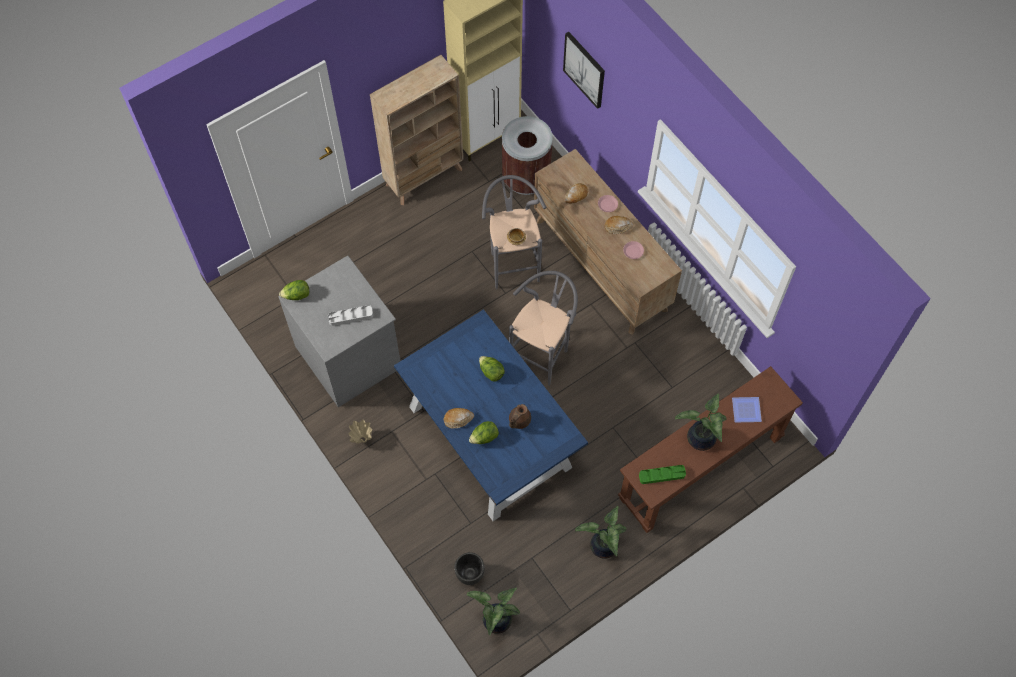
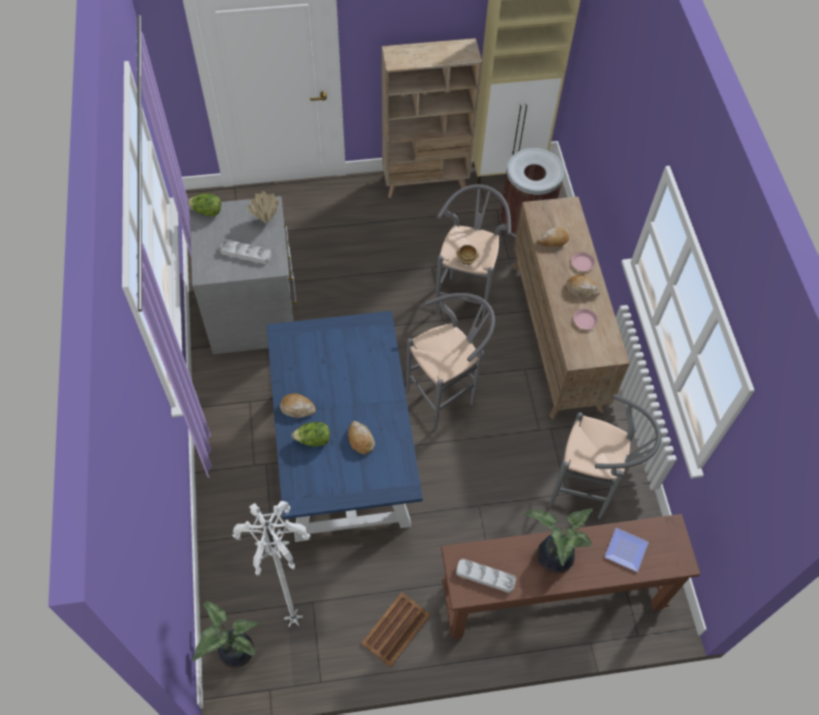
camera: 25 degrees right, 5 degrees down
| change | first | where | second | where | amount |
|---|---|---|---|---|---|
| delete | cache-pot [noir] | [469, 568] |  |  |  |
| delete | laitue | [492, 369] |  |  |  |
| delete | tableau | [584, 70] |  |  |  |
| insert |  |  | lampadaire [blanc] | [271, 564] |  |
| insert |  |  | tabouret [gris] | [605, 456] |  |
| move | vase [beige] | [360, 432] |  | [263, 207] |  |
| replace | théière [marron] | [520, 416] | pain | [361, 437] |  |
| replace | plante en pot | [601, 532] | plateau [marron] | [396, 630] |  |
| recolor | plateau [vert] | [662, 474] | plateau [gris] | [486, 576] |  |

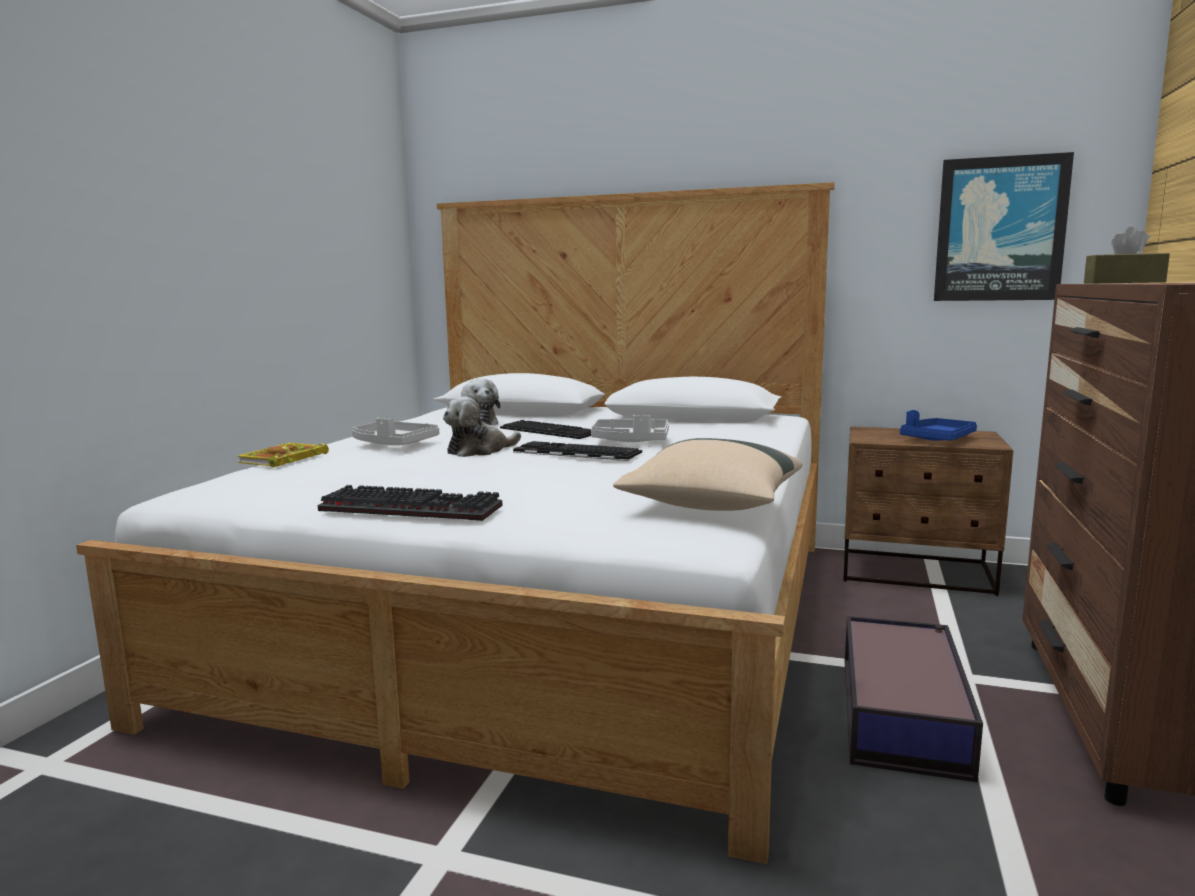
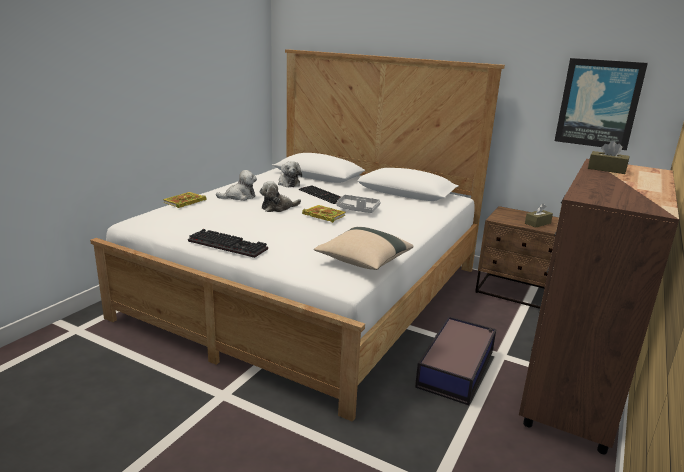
camera: 10 degrees right, 10 degrees up
| change | first | where | second | where | amount |
|---|---|---|---|---|---|
| replace | plateau [gris] | [395, 431] | peluche | [236, 185] |  |
| replace | clavier | [577, 451] | livre | [324, 214] |  |
| replace | plateau [bleu] | [938, 425] | boîte à mouchoirs [marron] | [539, 216] |  |

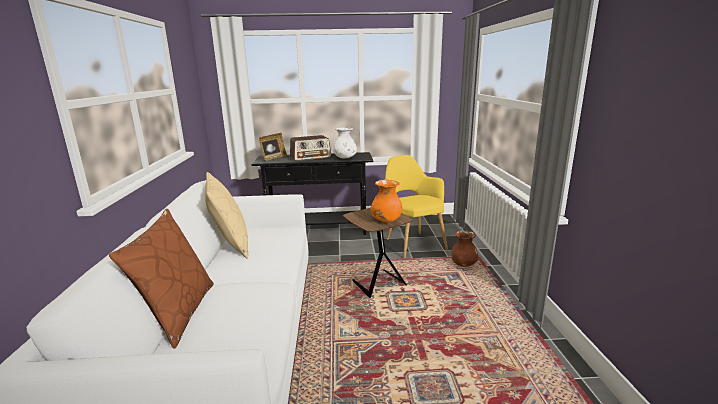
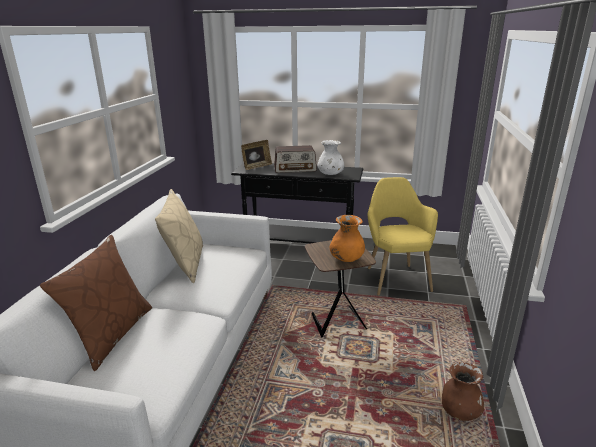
camera: 15 degrees right, 5 degrees up
| change | first | where | second | where | amount |
|---|---|---|---|---|---|
| move | vase [marron] | [465, 249] |  | [463, 391] |  |

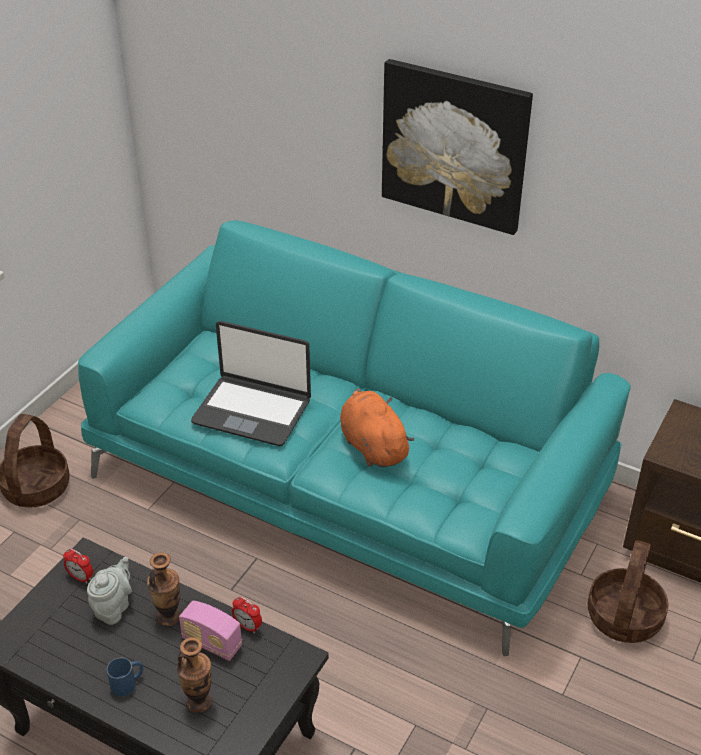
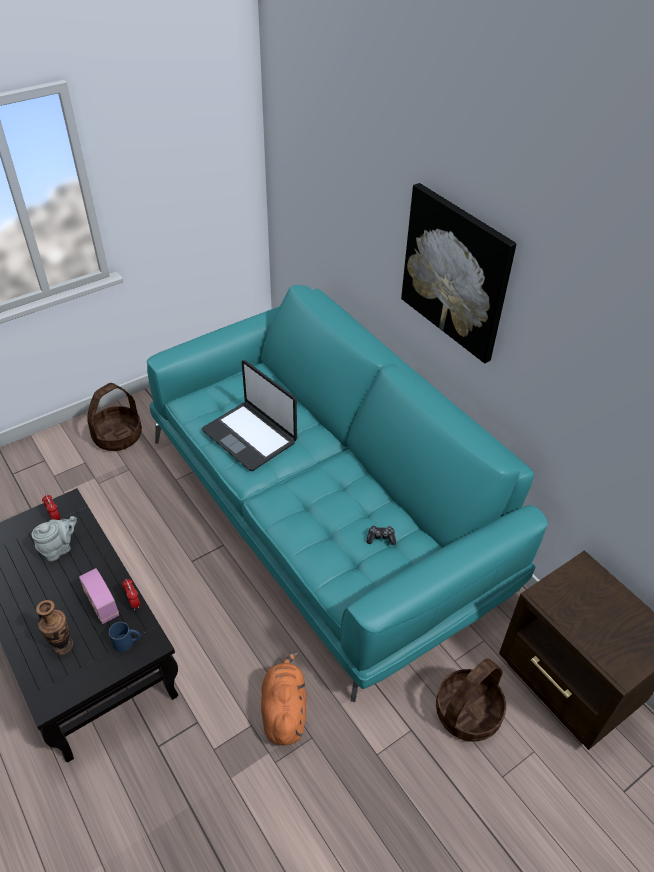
camera: 25 degrees right, 5 degrees up
| change | first | where | second | where | amount |
|---|---|---|---|---|---|
| delete | vase | [164, 589] |  |  |  |
| insert |  |  | manette | [381, 535] |  |
| move | mug [bleu] | [124, 677] |  | [124, 637] |  |
| move | peluche [orange] | [377, 428] |  | [283, 698] |  |

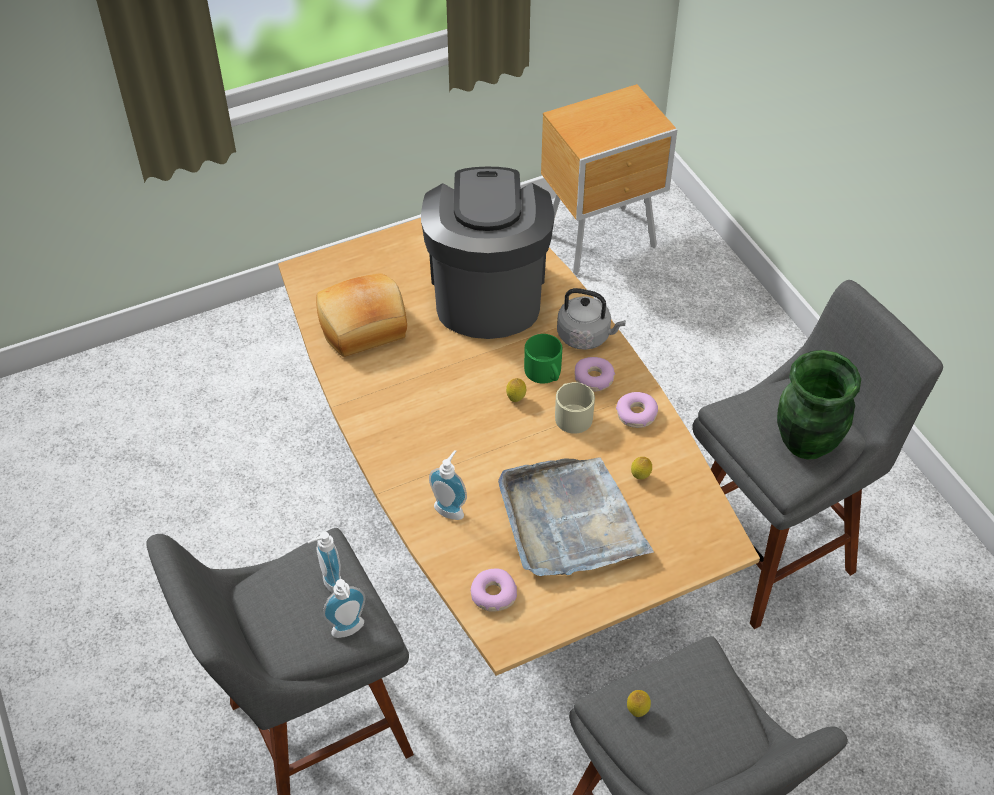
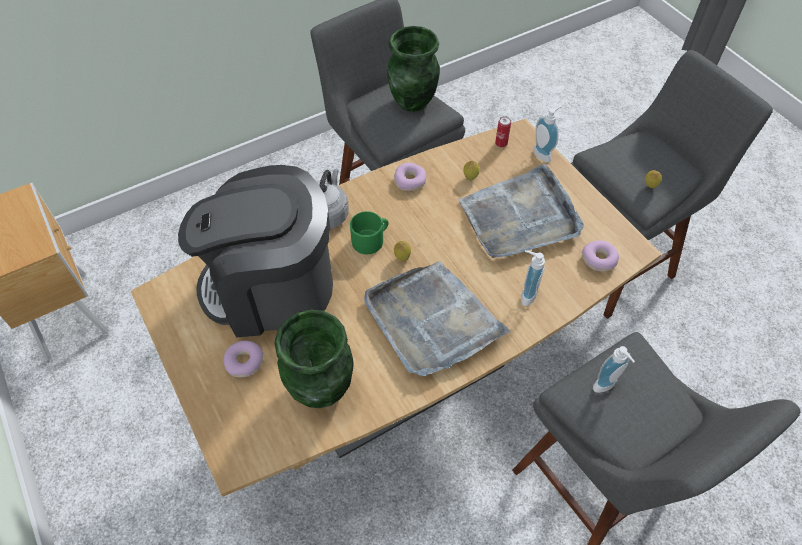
camera: 95 degrees left, 5 degrees up
| change | first | where | second | where | amount |
|---|---|---|---|---|---|
| delete | mug [beige] | [575, 408] |  |  |  |
| insert |  |  | plateau [gris] | [437, 318] |  |
| insert |  |  | boîte métallique | [503, 131] |  |
| move | distributeur de savon | [344, 608] |  | [547, 134] |  |
| move | beignet | [594, 374] |  | [243, 359] |  |
| replace | pain | [361, 315] | vase [vert] | [314, 358] |  |

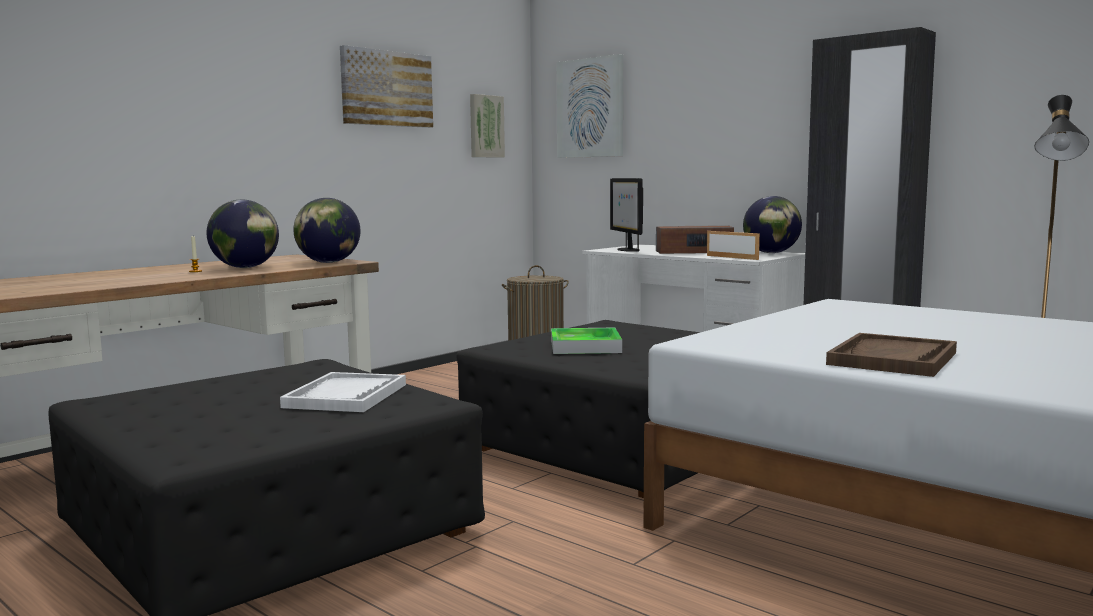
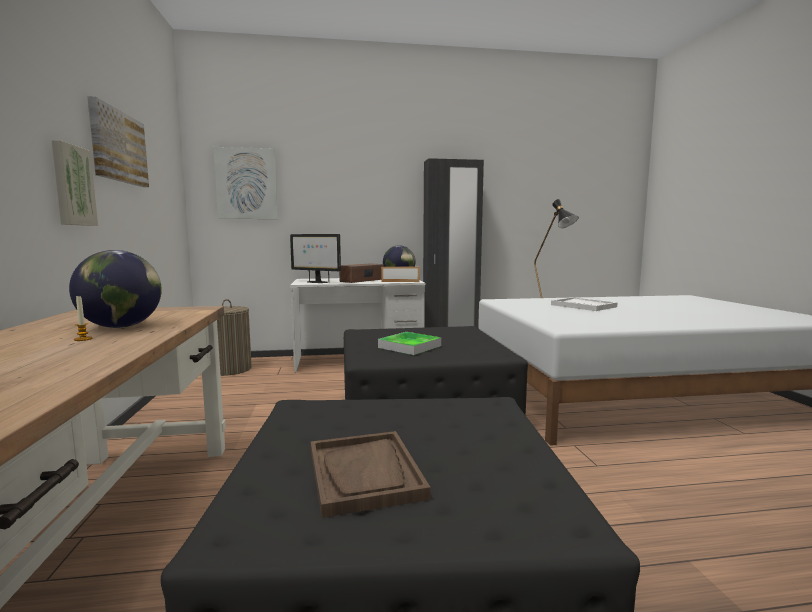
camera: 50 degrees left, 0 degrees up
| change | first | where | second | where | amount |
|---|---|---|---|---|---|
| delete | globe | [326, 230] |  |  |  |
| move | plateau [blanc] | [343, 392] |  | [584, 304] |  |
| move | tableau | [487, 126] |  | [74, 183] |  |
| move | plateau [marron] | [891, 355] |  | [370, 474] |  |

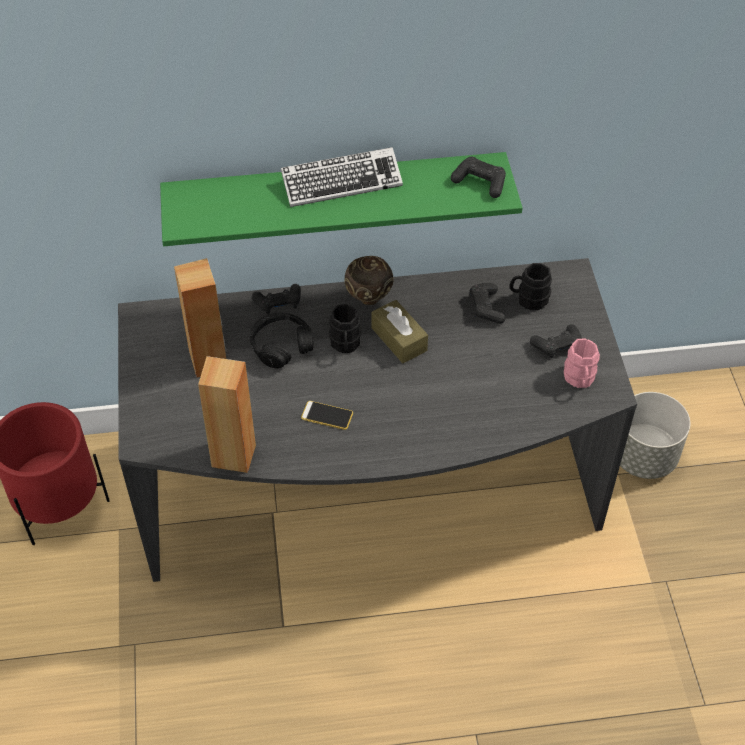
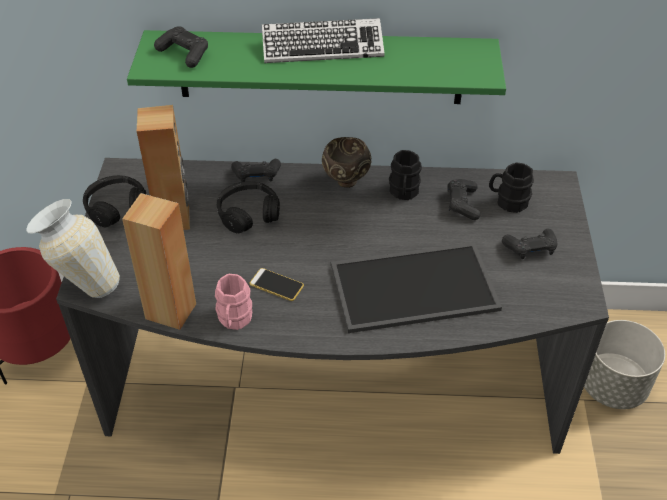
camera: 10 degrees right, 5 degrees down
| change | first | where | second | where | amount |
|---|---|---|---|---|---|
| delete | boîte à mouchoirs [marron] | [399, 331] |  |  |  |
| insert |  |  | vase | [73, 248] |  |
| insert |  |  | casque audio [noir] | [115, 201] |  |
| insert |  |  | plateau | [416, 287] |  |
| move | mug [noir] | [345, 328] |  | [405, 175] |  |
| move | manette [noir] | [478, 177] |  | [181, 47] |  |
| move | mug [rose] | [582, 363] |  | [233, 302] |  |

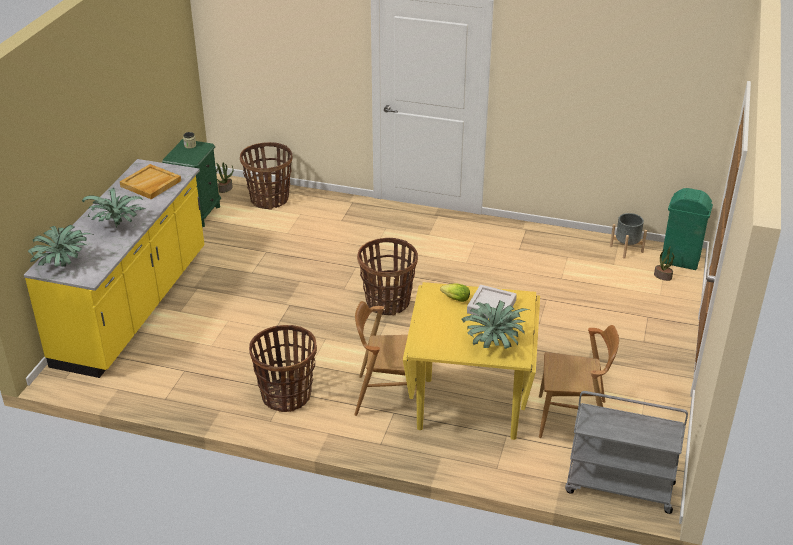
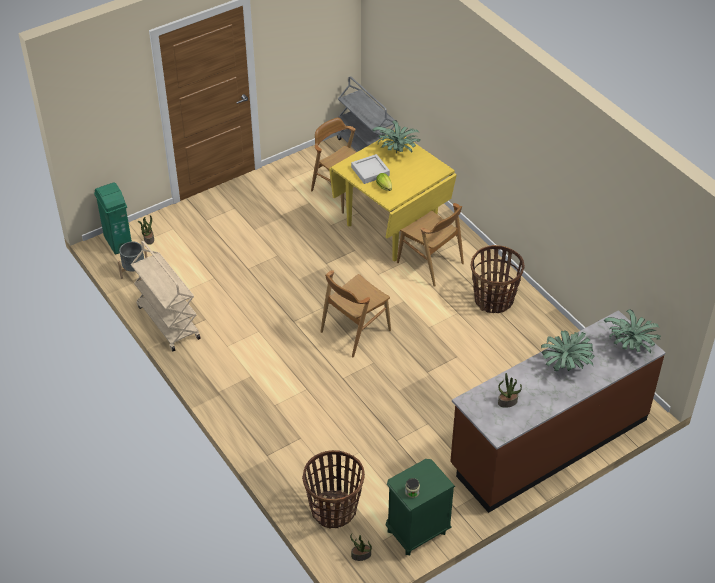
camera: 140 degrees left, 10 degrees up
| change | first | where | second | where | amount |
|---|---|---|---|---|---|
| insert |  |  | chariot [beige] | [166, 296] |  |
| replace | plateau [beige] | [150, 181] | plante en pot | [510, 390] |  |
| replace | panier | [387, 277] | chaise [marron] | [356, 313] |  |
| recolor | comptoir de cuisine [jaune] | [114, 268] | comptoir de cuisine [marron] | [558, 411] |  |

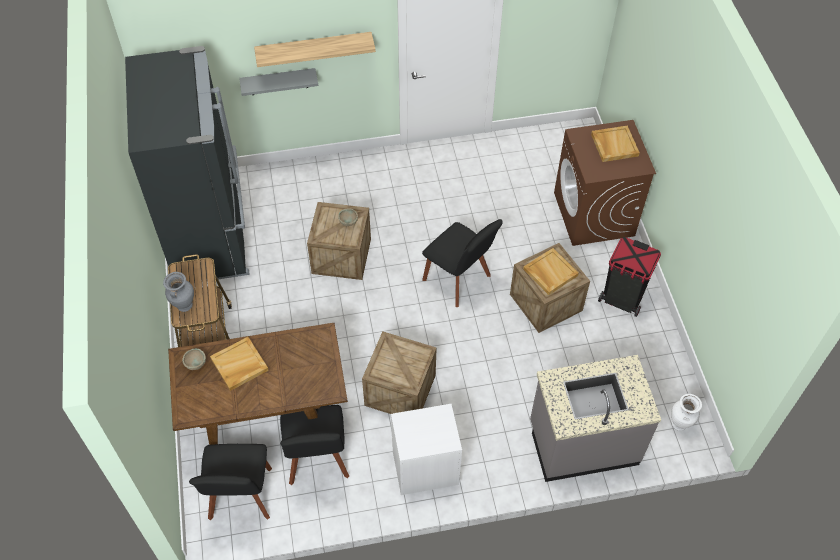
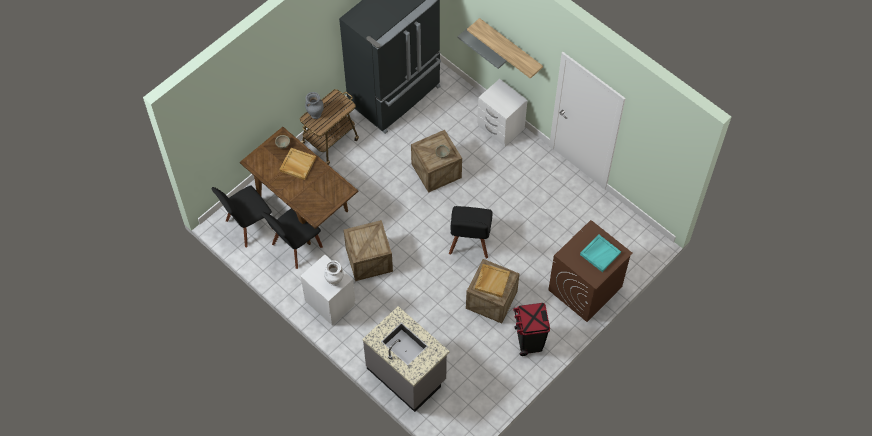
camera: 55 degrees right, 5 degrees up
| change | first | where | second | where | amount |
|---|---|---|---|---|---|
| insert |  |  | table de chevet [blanc] | [502, 112] |  |
| move | vase [blanc] | [686, 412] |  | [334, 273] |  |
| recolor | plateau [beige] | [615, 143] | plateau [turquoise] | [600, 253] |  |

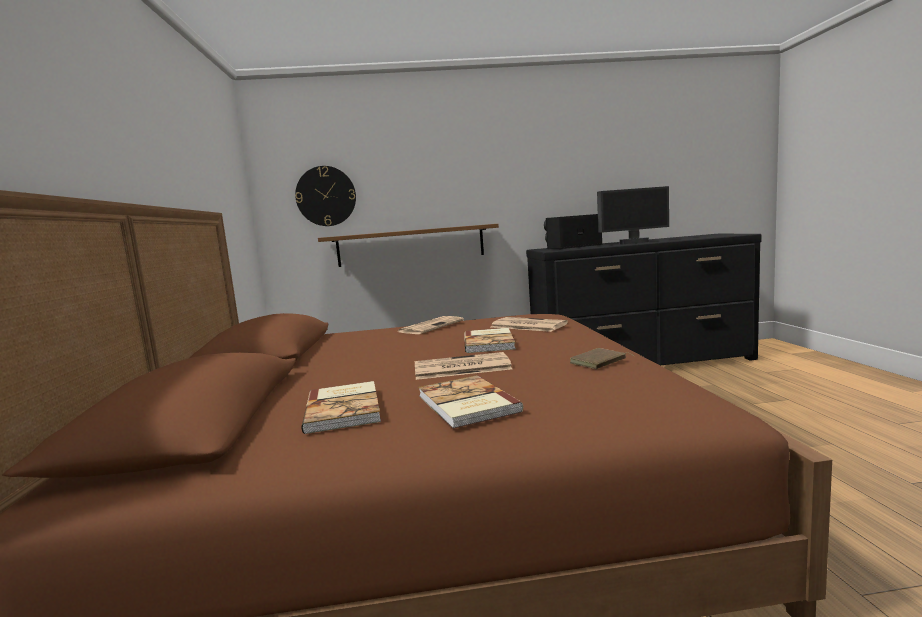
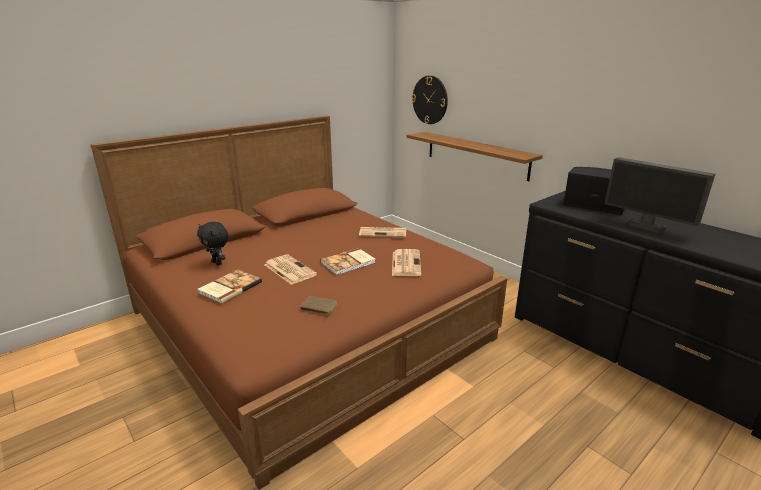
camera: 55 degrees right, 15 degrees up
| change | first | where | second | where | amount |
|---|---|---|---|---|---|
| replace | livre | [341, 407] | peluche [noir] | [213, 244] |  |

